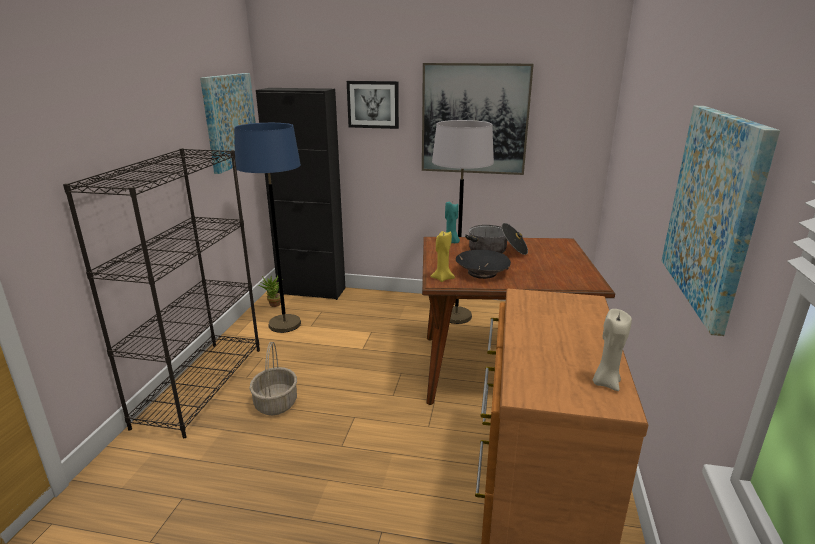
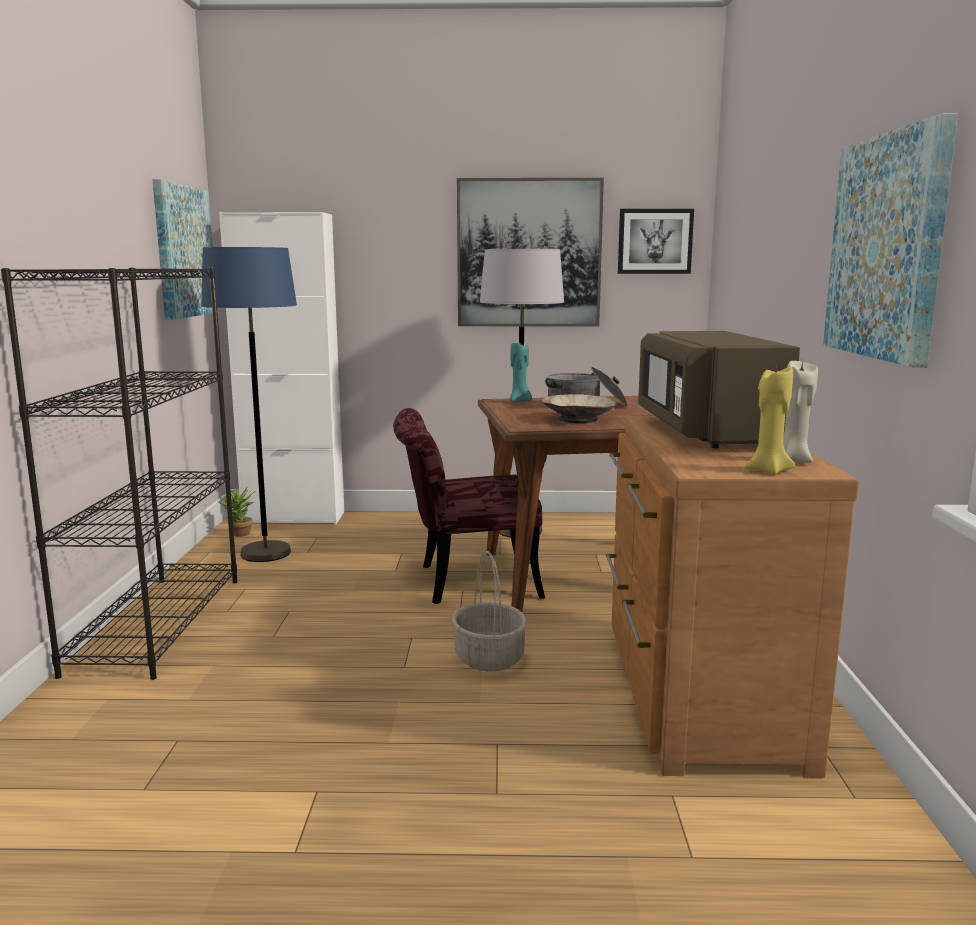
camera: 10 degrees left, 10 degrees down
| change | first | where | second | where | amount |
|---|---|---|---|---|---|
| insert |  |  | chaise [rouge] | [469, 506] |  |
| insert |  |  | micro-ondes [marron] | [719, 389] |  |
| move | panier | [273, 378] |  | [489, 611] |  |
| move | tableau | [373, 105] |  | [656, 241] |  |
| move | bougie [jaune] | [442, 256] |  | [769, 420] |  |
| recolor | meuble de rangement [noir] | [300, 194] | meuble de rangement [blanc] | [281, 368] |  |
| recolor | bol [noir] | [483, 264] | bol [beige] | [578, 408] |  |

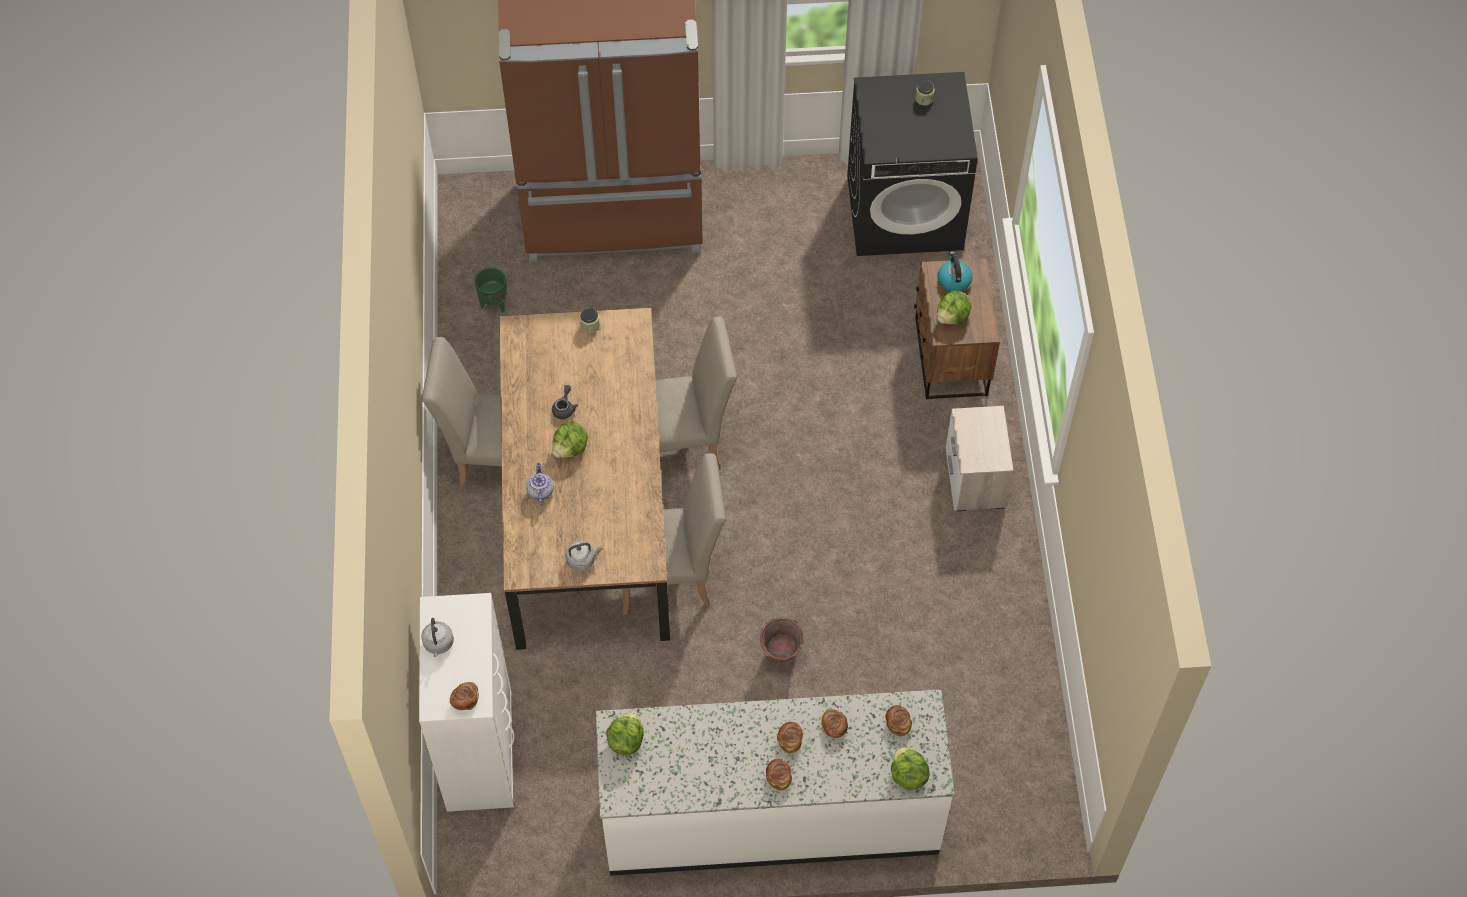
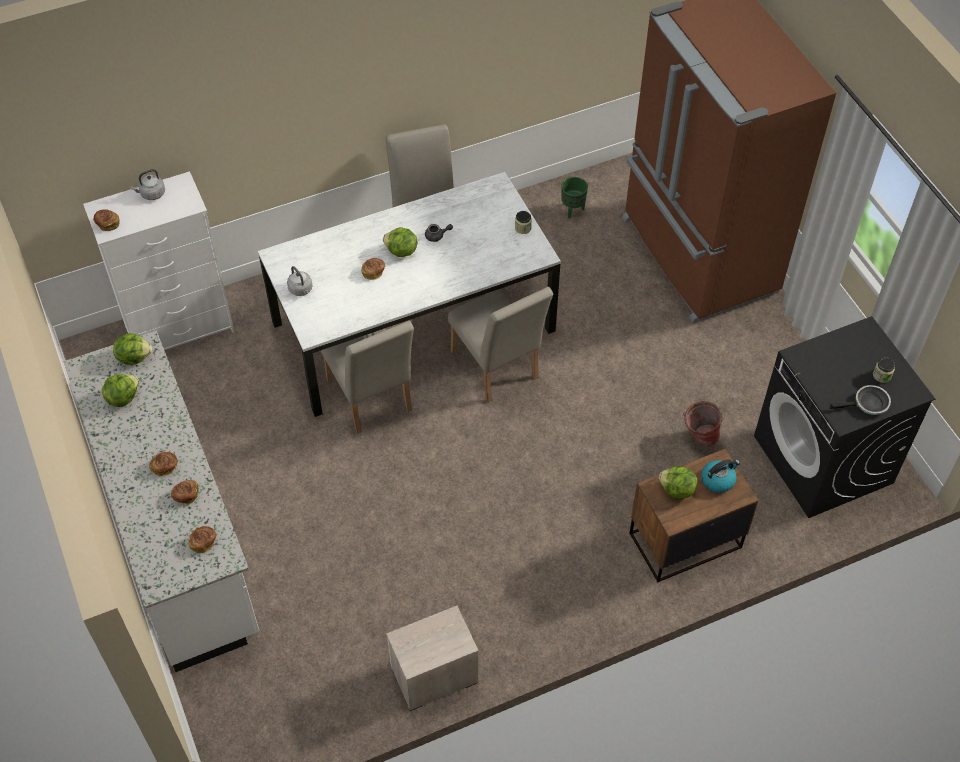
camera: 70 degrees right, 5 degrees down
| change | first | where | second | where | amount |
|---|---|---|---|---|---|
| delete | théière | [540, 484] |  |  |  |
| insert |  |  | poêle | [860, 400] |  |
| move | seau | [781, 639] |  | [703, 424] |  |
| move | pain | [779, 775] |  | [373, 269] |  |
| move | laitue | [910, 768] |  | [120, 390] |  |
| move | table de chevet | [979, 458] |  | [432, 658] |  |
| recolor | table à manger [marron] | [584, 479] | table à manger [blanc] | [409, 294] |  |

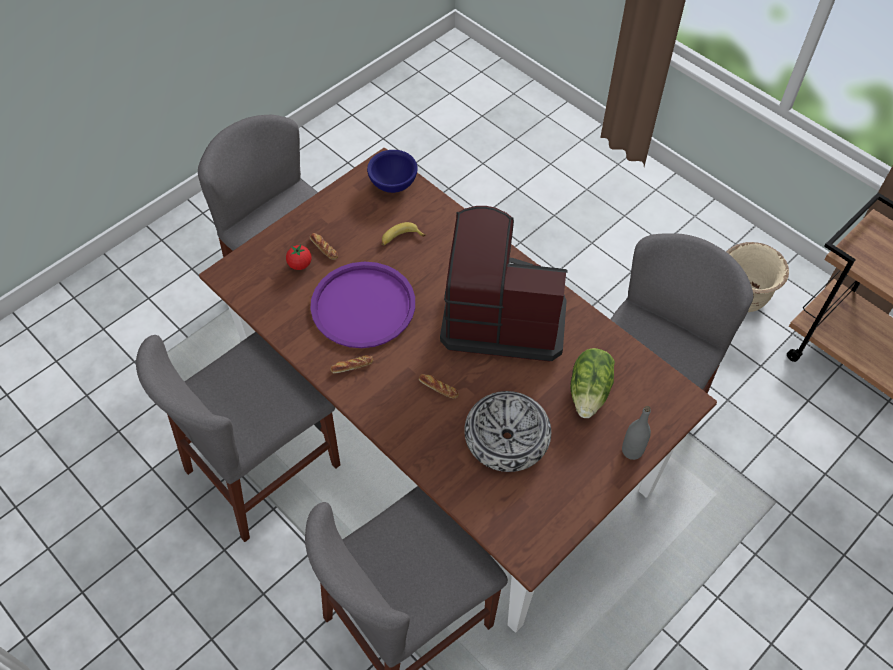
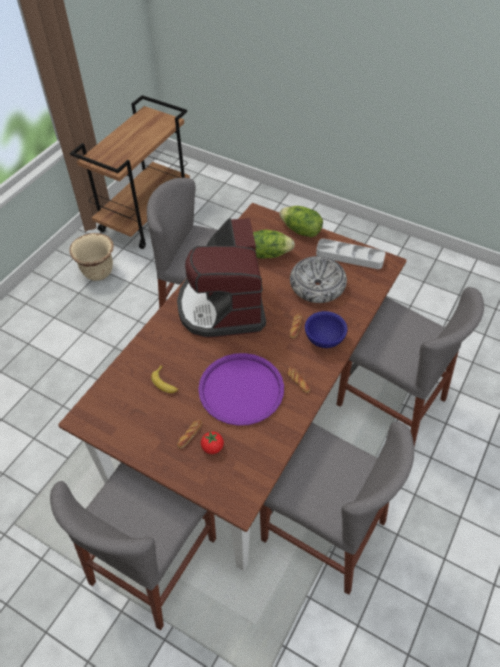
camera: 105 degrees left, 5 degrees down
| change | first | where | second | where | amount |
|---|---|---|---|---|---|
| insert |  |  | plateau [gris] | [351, 254] |  |
| move | bol [bleu] | [392, 171] |  | [326, 329] |  |
| replace | bouteille [gris] | [636, 433] | laitue | [301, 221] |  |

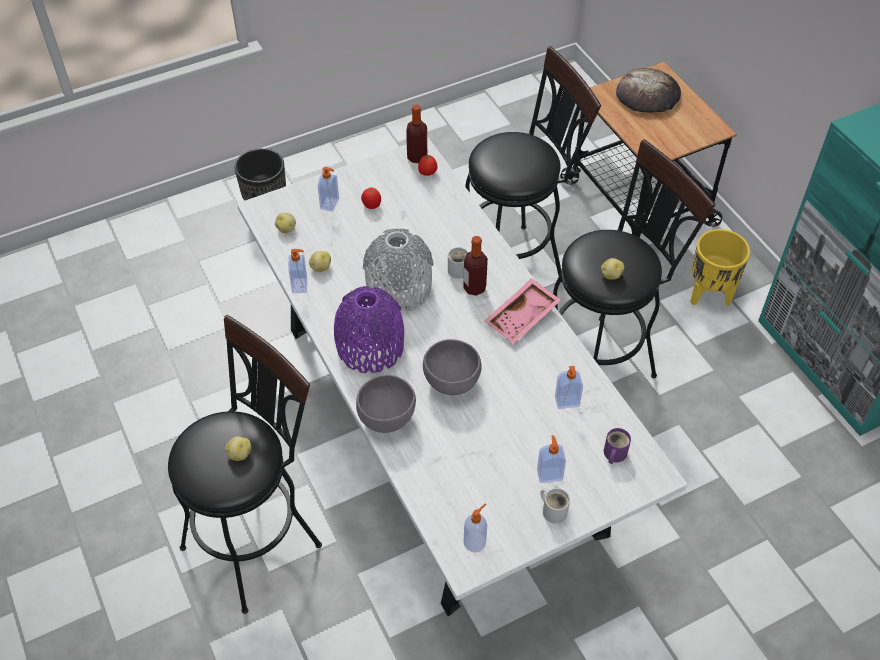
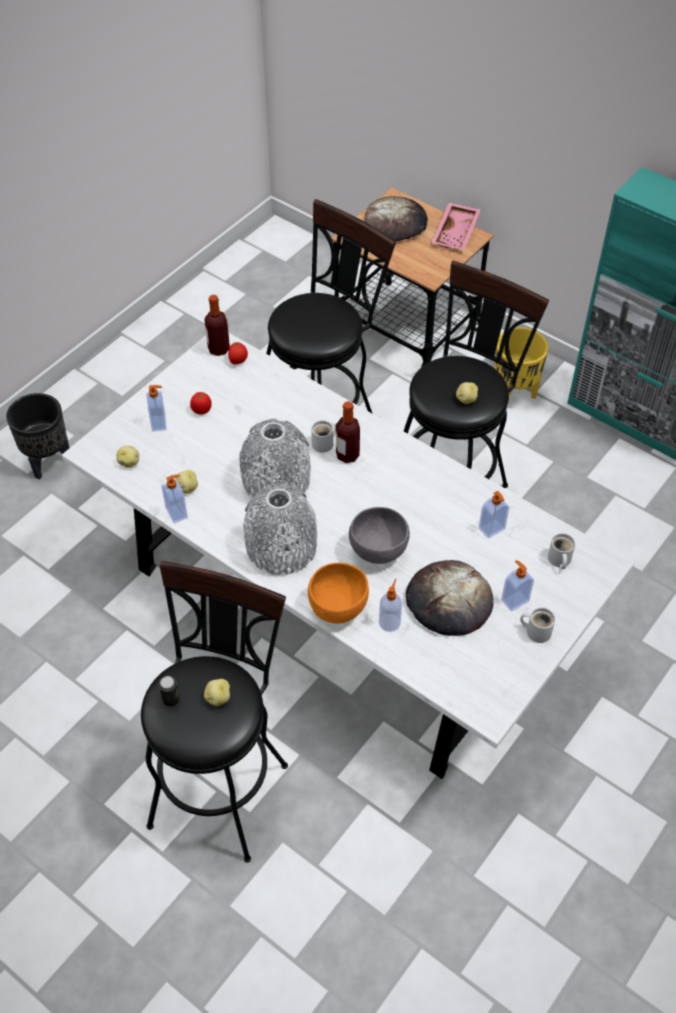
camera: 25 degrees left, 0 degrees up
| change | first | where | second | where | amount |
|---|---|---|---|---|---|
| insert |  |  | boîte métallique | [169, 691] |  |
| insert |  |  | pain | [450, 598] |  |
| move | distributeur de savon | [475, 528] |  | [390, 605] |  |
| move | plateau [rose] | [522, 310] |  | [456, 226] |  |
| recolor | vase [violet] | [369, 329] | vase [gris] | [280, 529] |  |
| recolor | bol [gris] | [386, 404] | bol [orange] | [338, 593] |  |
| recolor | mug [violet] | [617, 446] | mug [blanc] | [561, 551] |  |

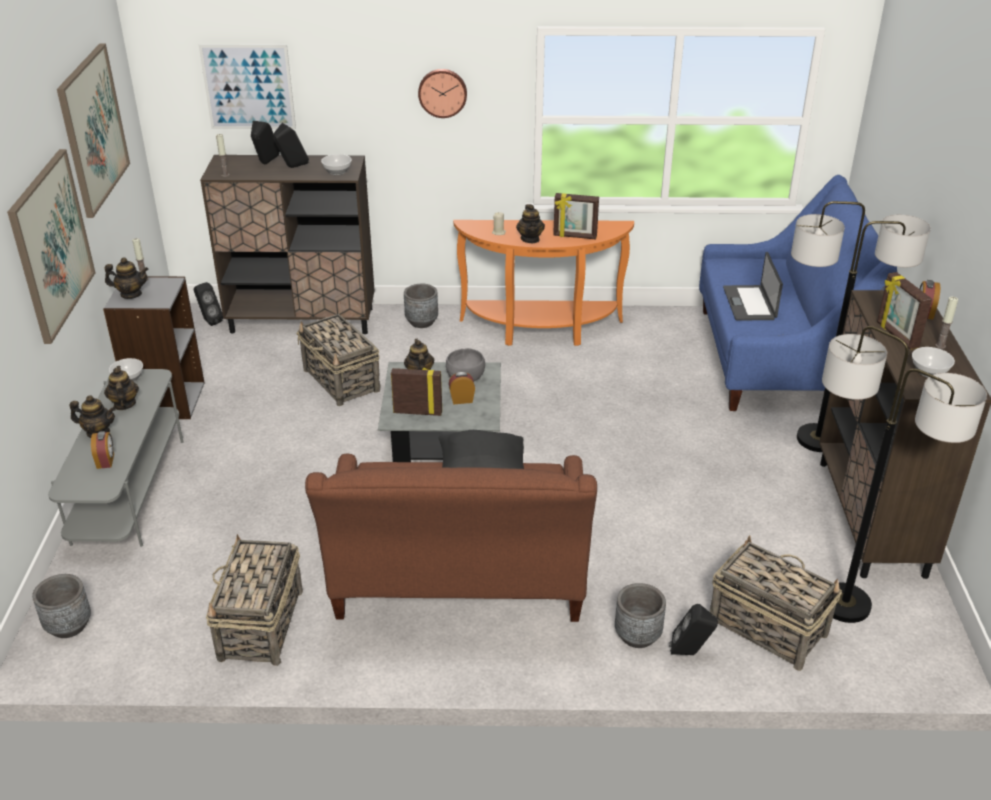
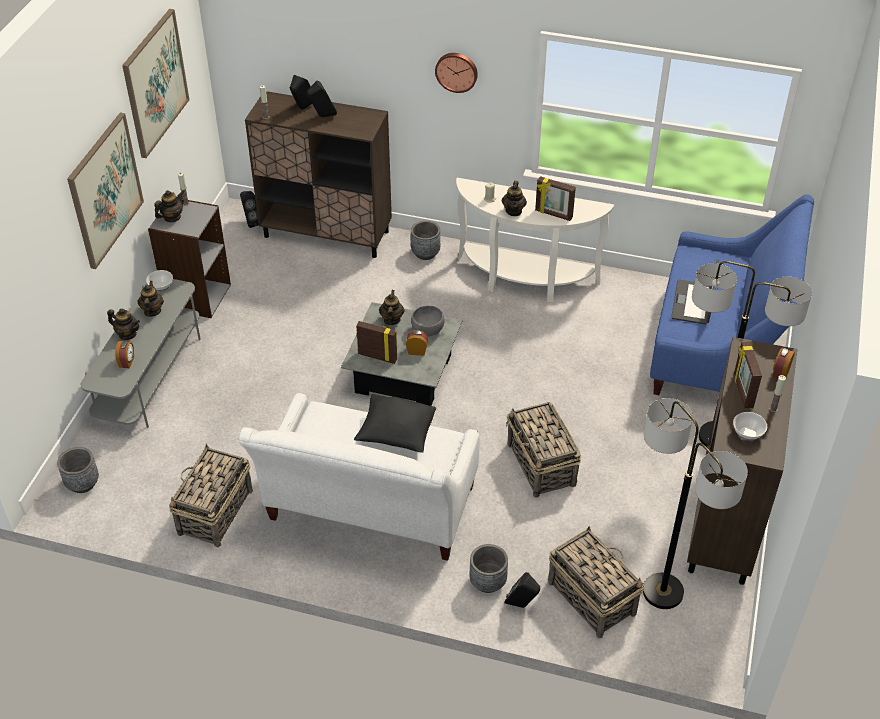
camera: 15 degrees right, 10 degrees up
| change | first | where | second | where | amount |
|---|---|---|---|---|---|
| delete | tableau | [247, 86] |  |  |  |
| delete | bol | [336, 164] |  |  |  |
| move | panier | [339, 360] |  | [543, 450] |  |
| recolor | canapé [marron] | [451, 538] | canapé [blanc] | [359, 477] |  |
| recolor | table console [orange] | [543, 283] | table console [blanc] | [535, 240] |  |
| rotate | théière | [126, 278] |  | [169, 206] | 60 degrees counterclockwise |

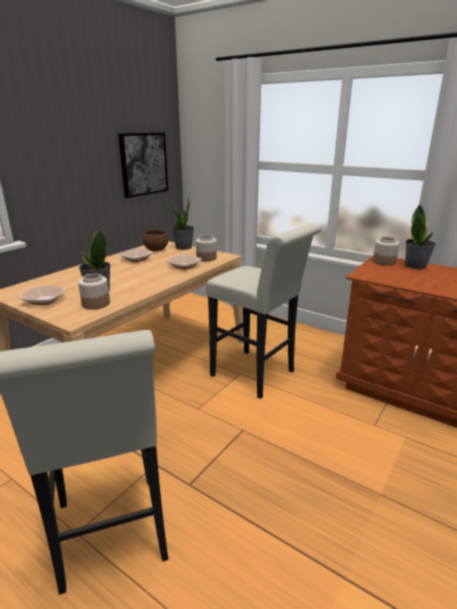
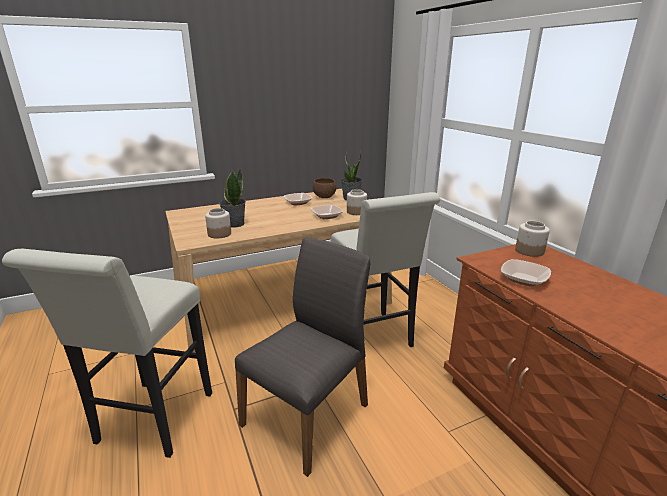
camera: 30 degrees right, 0 degrees up
| change | first | where | second | where | amount |
|---|---|---|---|---|---|
| delete | tableau | [143, 165] |  |  |  |
| delete | plante en pot | [420, 236] |  |  |  |
| insert |  |  | chaise [gris] | [303, 357] |  |
| move | bol | [43, 295] |  | [526, 272] |  |

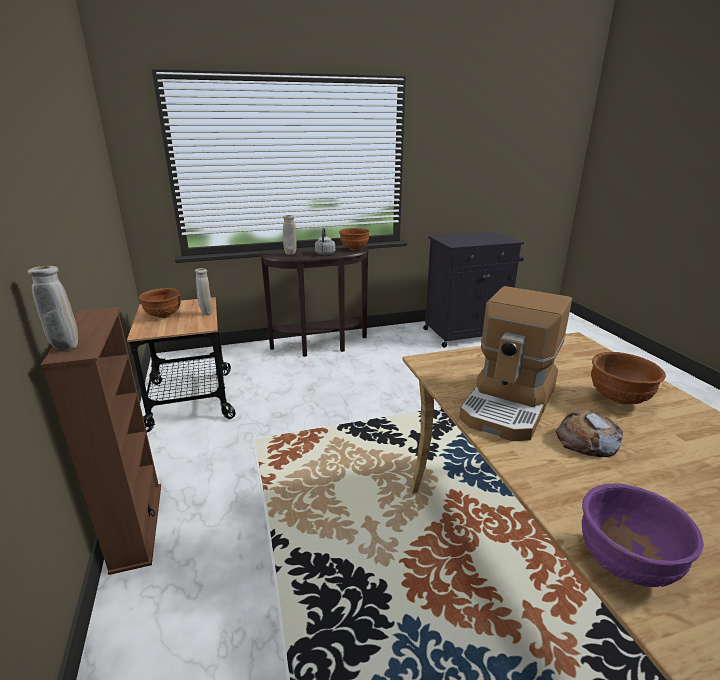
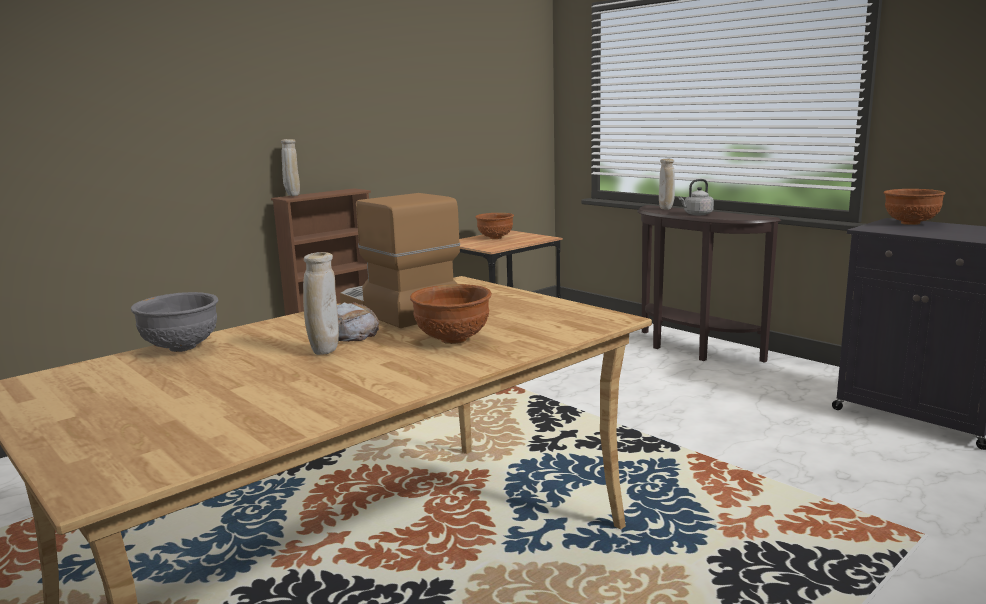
camera: 65 degrees right, 10 degrees down
| change | first | where | second | where | amount |
|---|---|---|---|---|---|
| move | vase [beige] | [203, 291] |  | [321, 303] |  |
| move | bol [marron] | [354, 239] |  | [915, 207] |  |
| recolor | bol [violet] | [643, 535] | bol [gris] | [174, 322] |  |
| rotate | machine à café | [515, 363] |  | [400, 260] | 45 degrees clockwise |

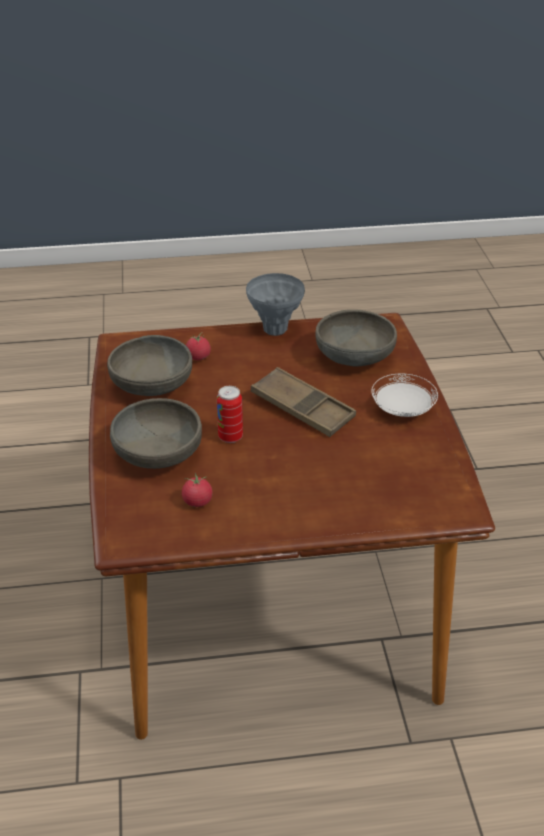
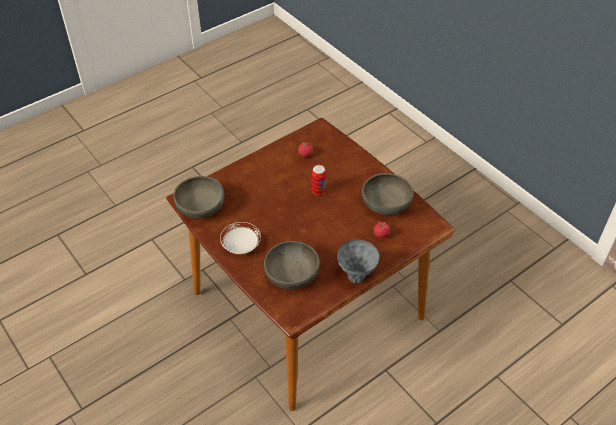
camera: 150 degrees right, 10 degrees up
| change | first | where | second | where | amount |
|---|---|---|---|---|---|
| delete | plateau [marron] | [303, 402] |  |  |  |
| move | bol [gris] | [156, 433] |  | [199, 197] |  |

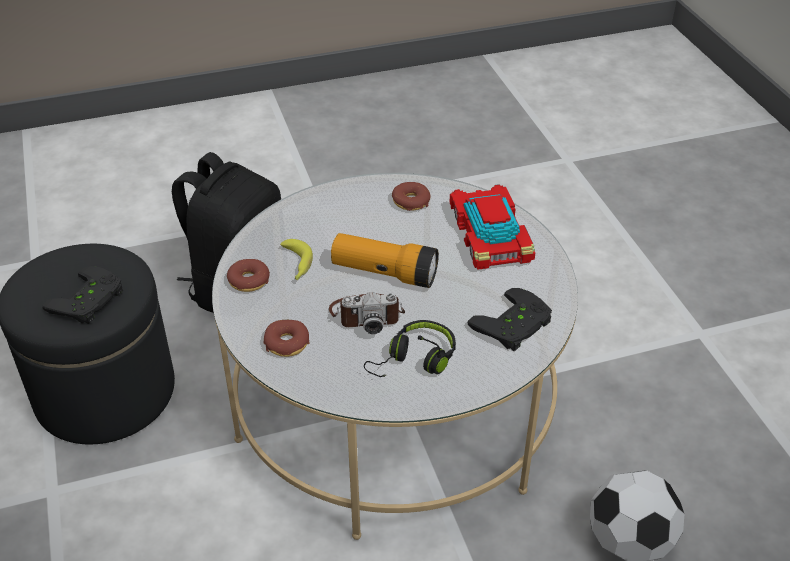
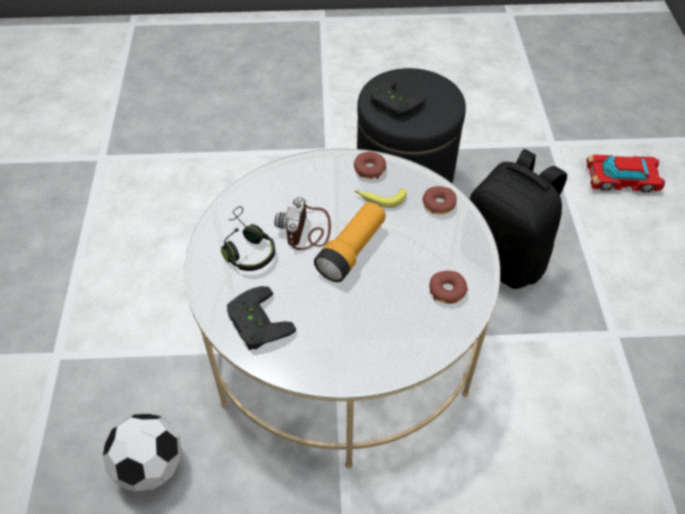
camera: 105 degrees right, 10 degrees up
| change | first | where | second | where | amount |
|---|---|---|---|---|---|
| move | beignet | [286, 338] |  | [439, 200] |  |
| move | petite voiture | [492, 227] |  | [625, 173] |  |

